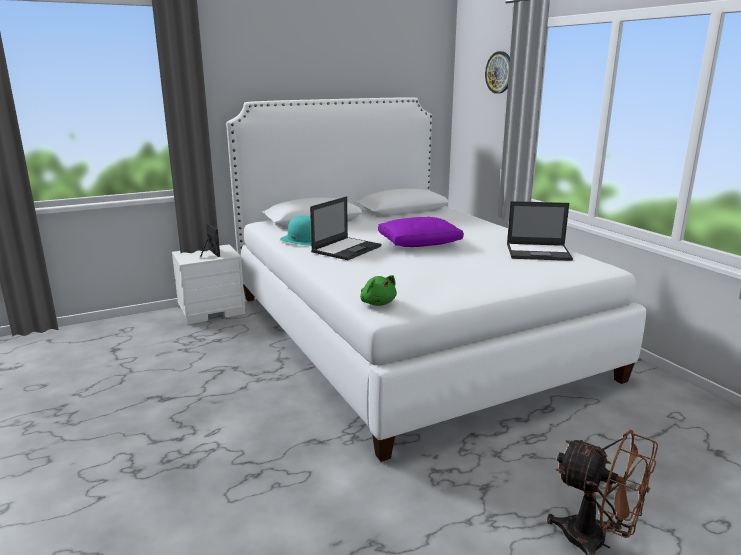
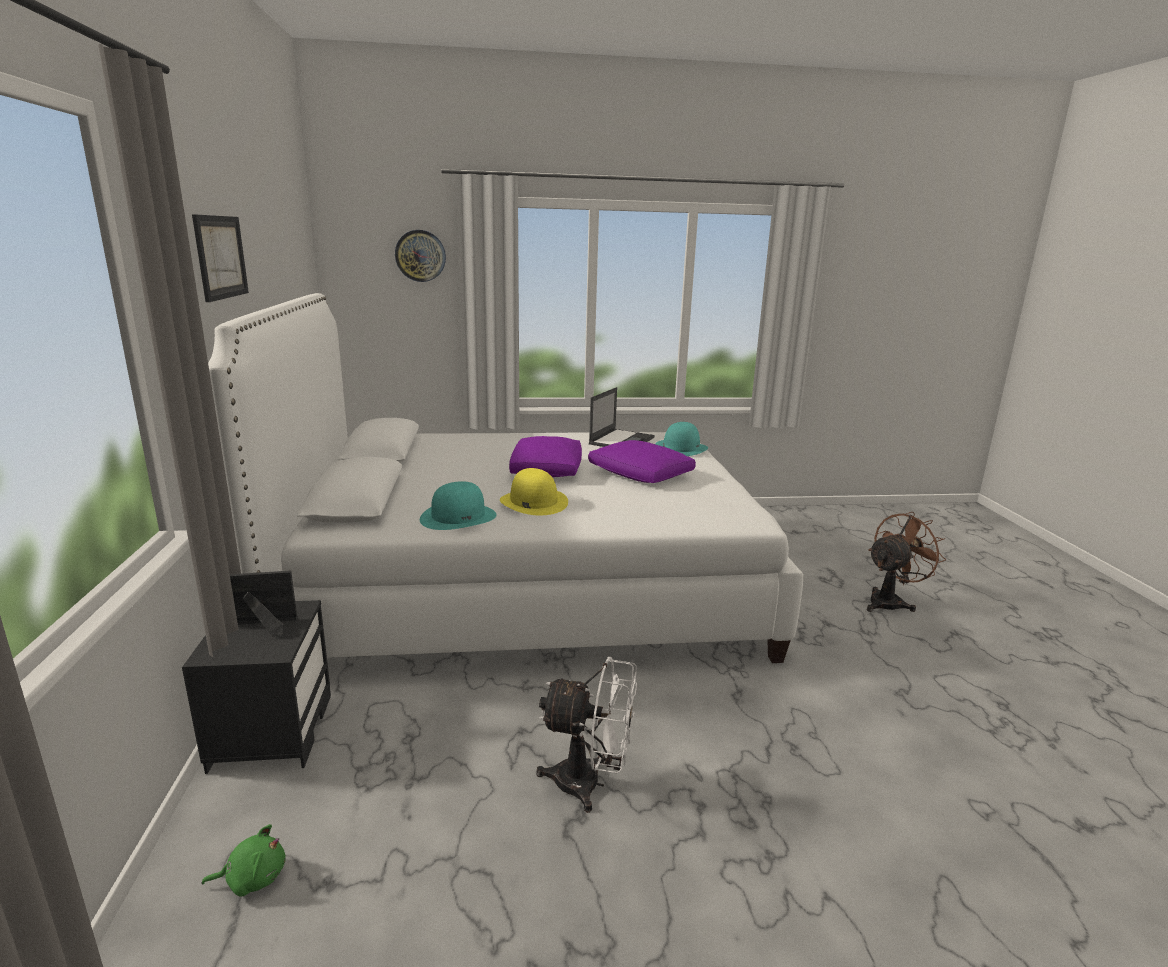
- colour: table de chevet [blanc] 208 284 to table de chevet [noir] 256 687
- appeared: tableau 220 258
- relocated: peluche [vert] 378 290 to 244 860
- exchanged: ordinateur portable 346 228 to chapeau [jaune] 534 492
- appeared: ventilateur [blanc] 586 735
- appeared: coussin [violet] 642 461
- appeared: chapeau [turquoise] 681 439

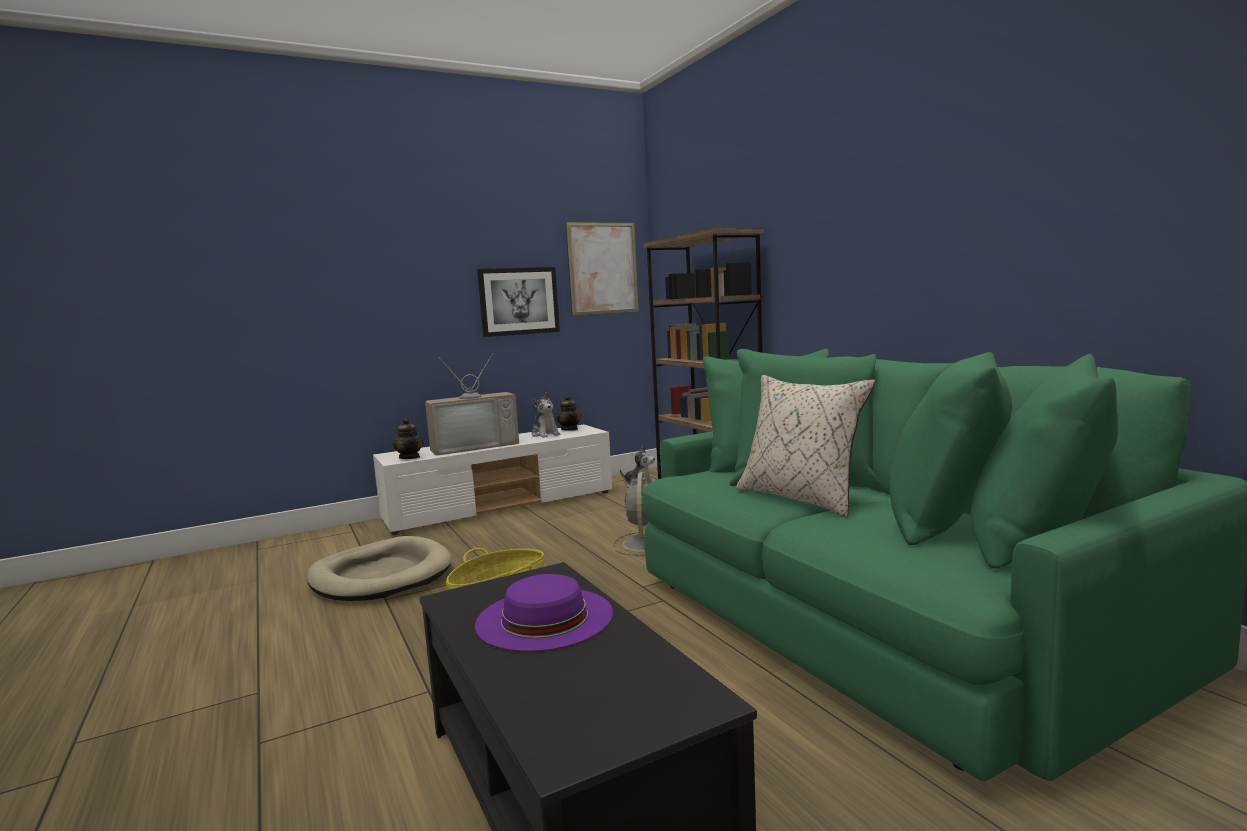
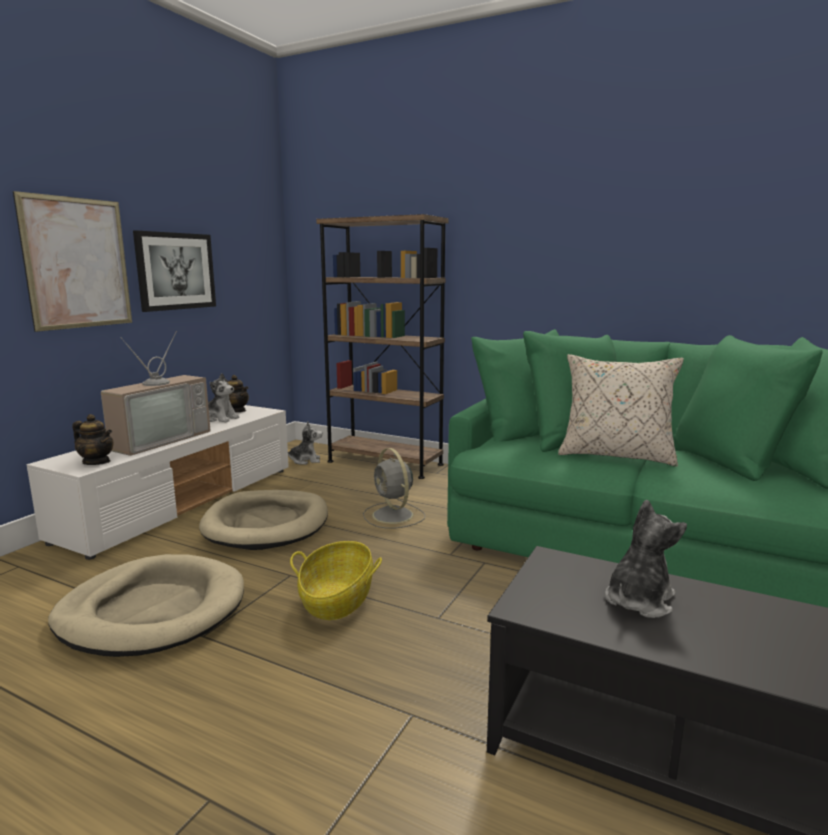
- relocated: tableau 602 269 to 72 261
- appeared: panier pour chien [beige] 263 520
- exchanged: chapeau [violet] 544 613 to peluche 646 558

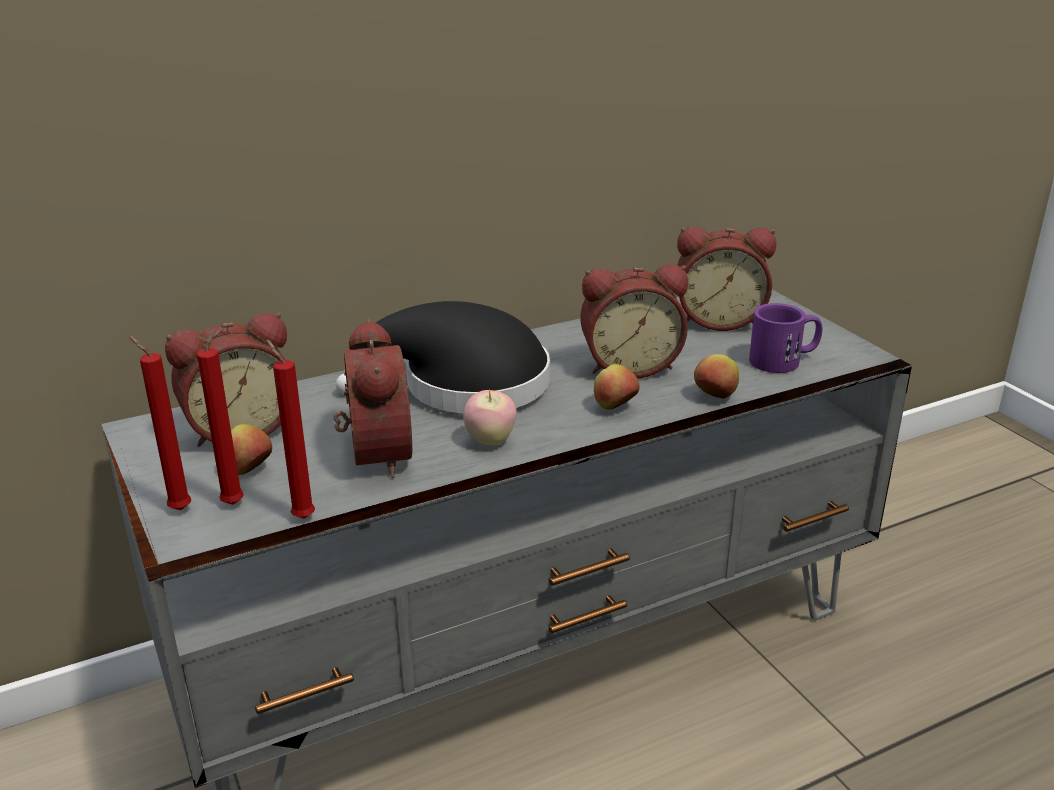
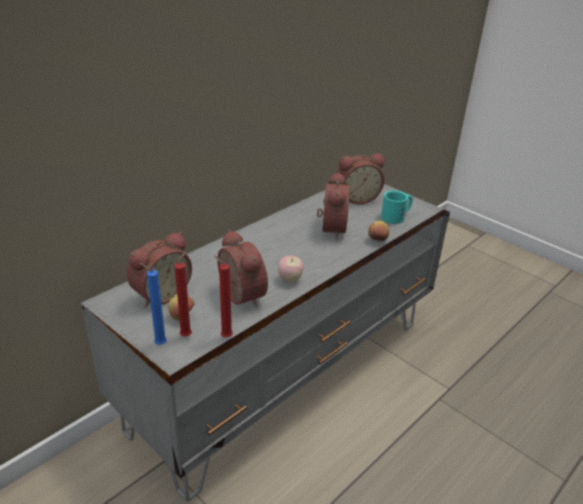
- colour: bougie [rouge] 159 422 to bougie [bleu] 153 304
- spun: réveil 634 321 = 333 206 60 degrees counterclockwise
- colour: mug [violet] 785 338 to mug [turquoise] 396 207
- missing: chapeau [noir] 443 357
- missing: pomme 617 386

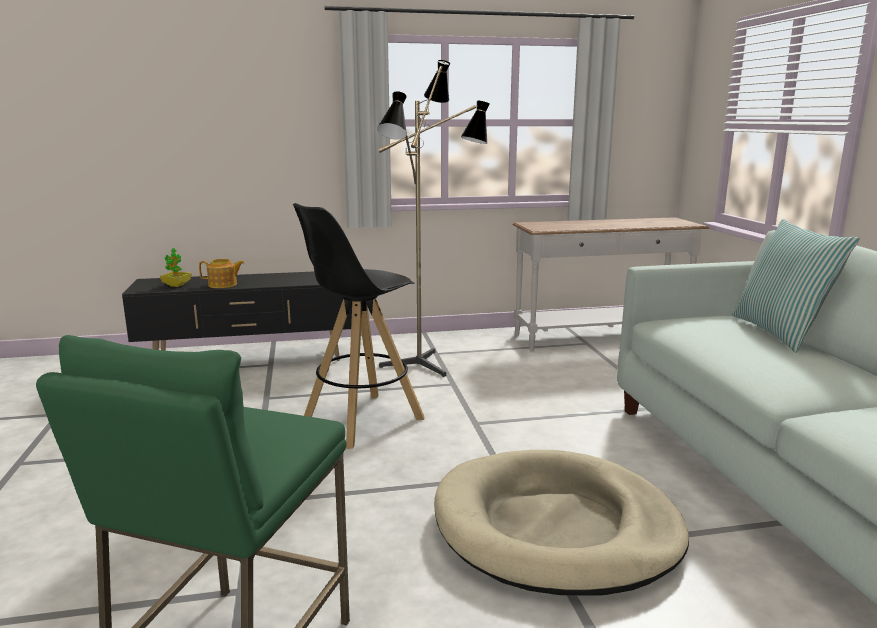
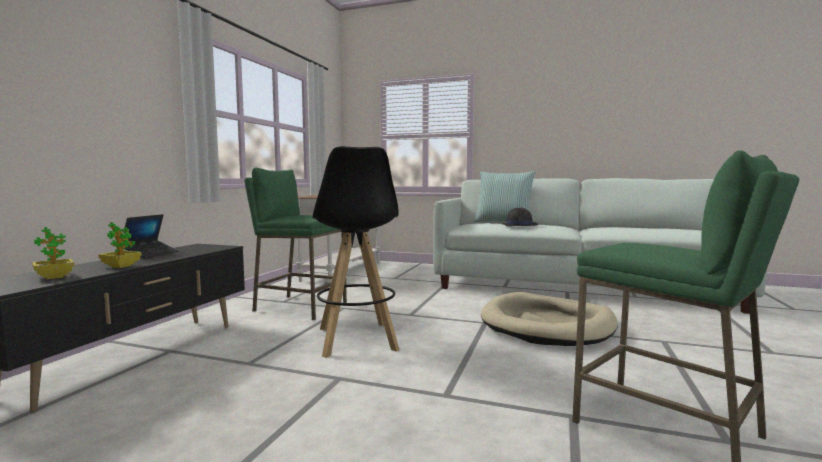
- exchanged: théière 221 273 to plante en pot 120 245
- appeared: ordinateur portable 152 236
- exchanged: lampadaire 433 218 to tabouret [vert] 295 244
- appeared: chapeau [noir] 520 217

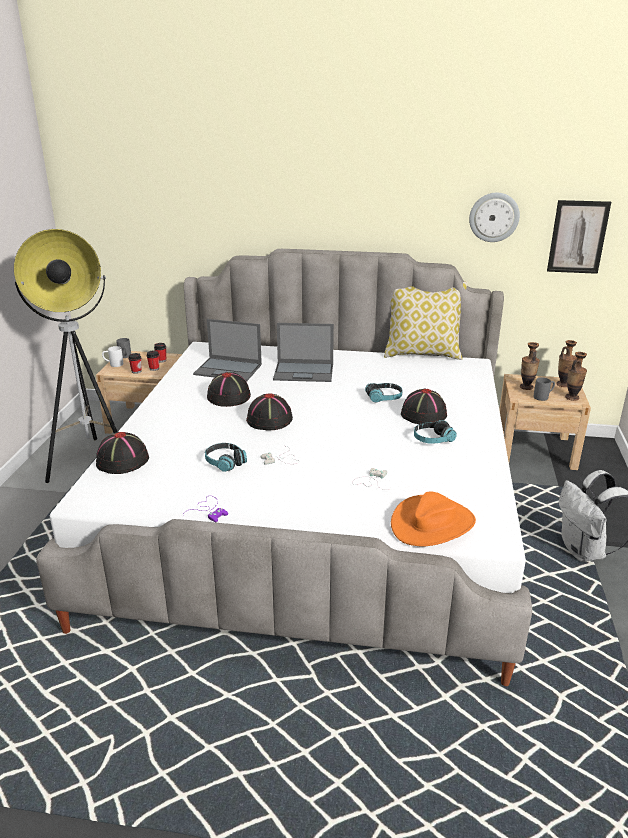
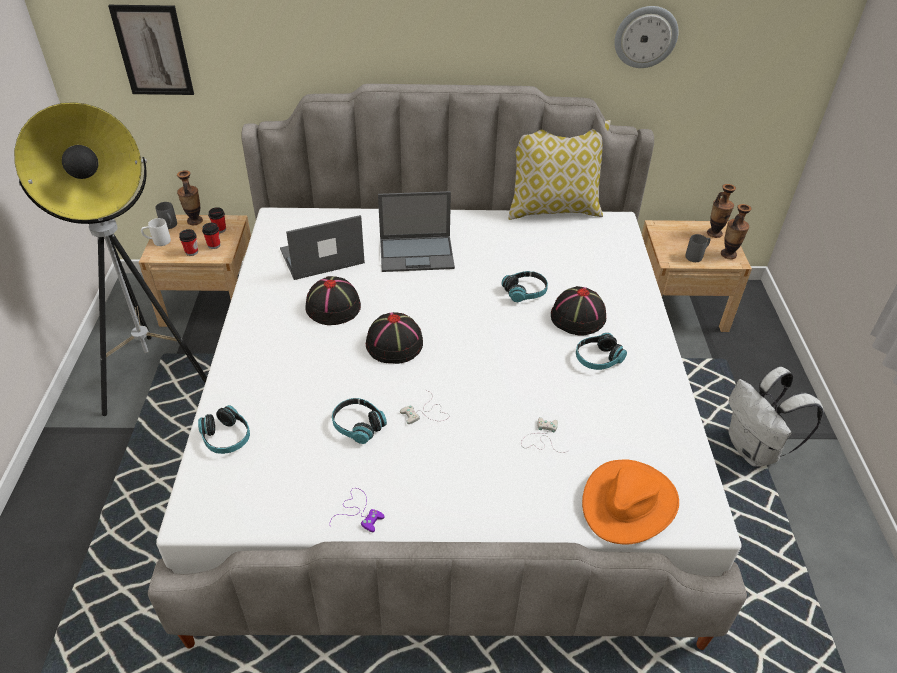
- relocated: tableau 579 237 to 151 50
- relocated: vase 530 366 to 190 197
- exchanged: chapeau [noir] 122 453 to casque audio 224 429
- spun: ordinateur portable 227 350 = 322 247 150 degrees clockwise

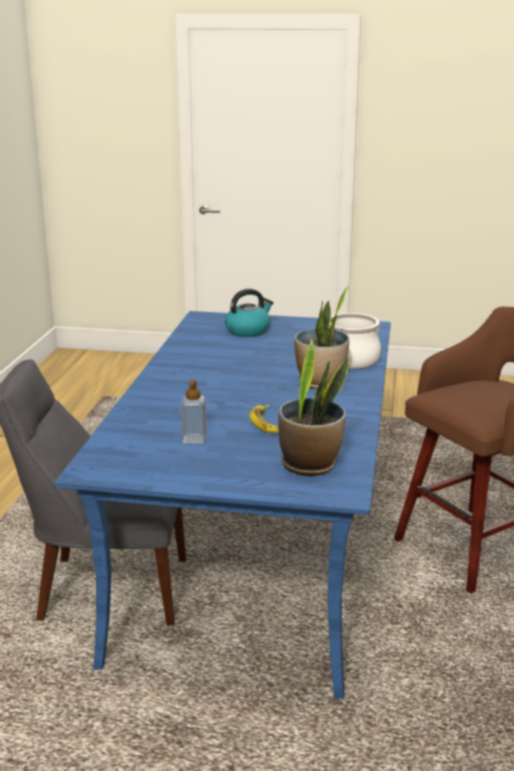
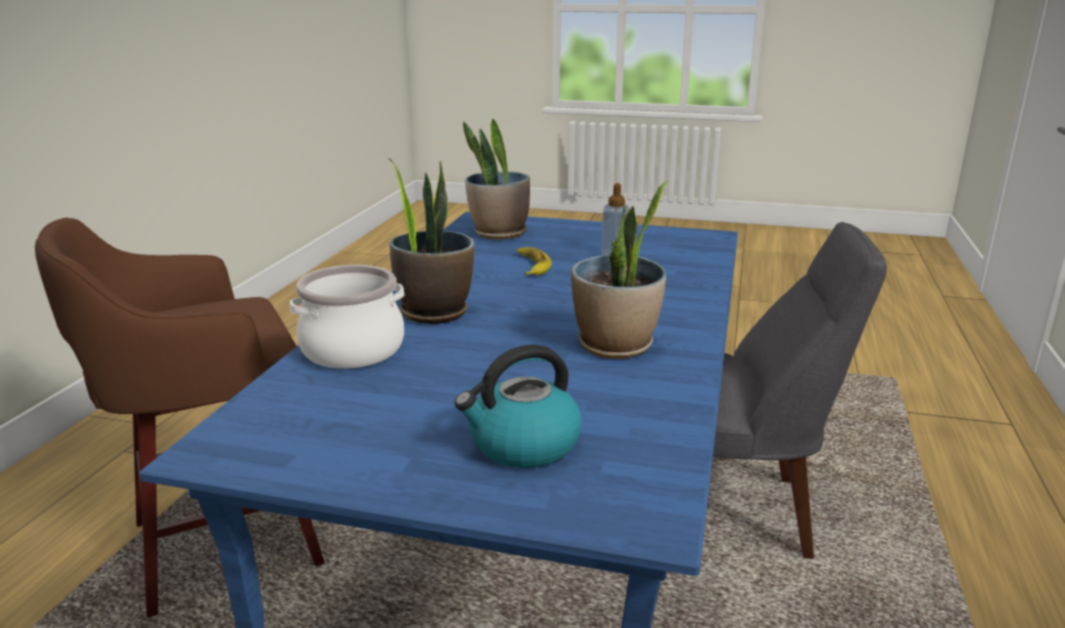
- appeared: plante en pot 620 269

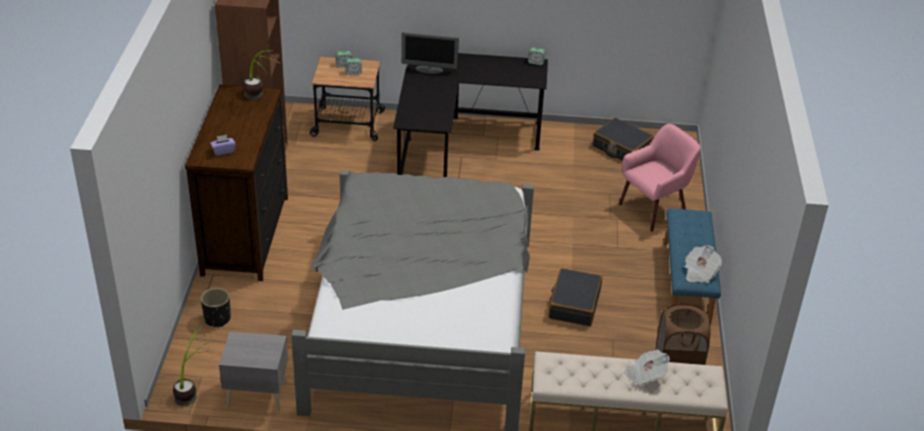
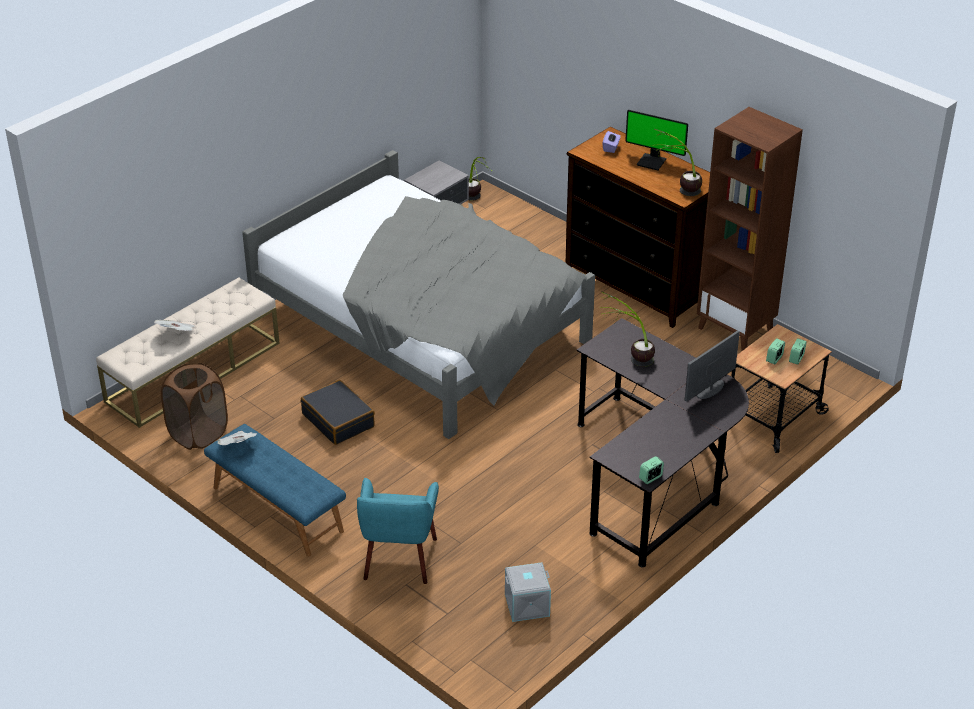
- colour: fauteuil [rose] 659 178 to fauteuil [turquoise] 398 531
- exchanged: valise [noir] 623 139 to boîte de rangement [gris] 528 592
- appeared: plante en pot 627 329
- appeared: écran d'ordinateur 656 140
- missing: cache-pot [noir] 216 307

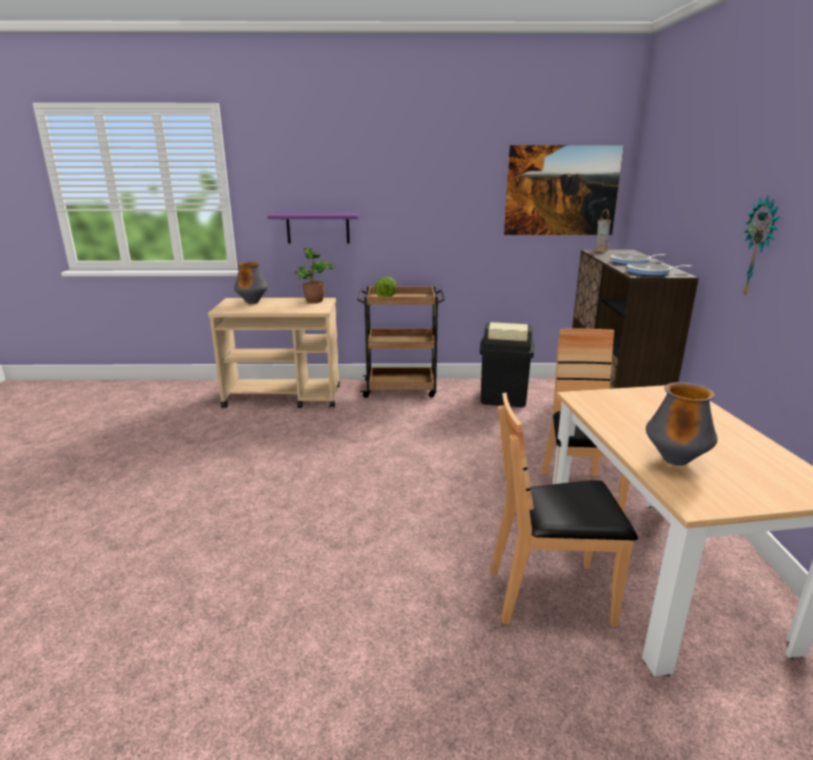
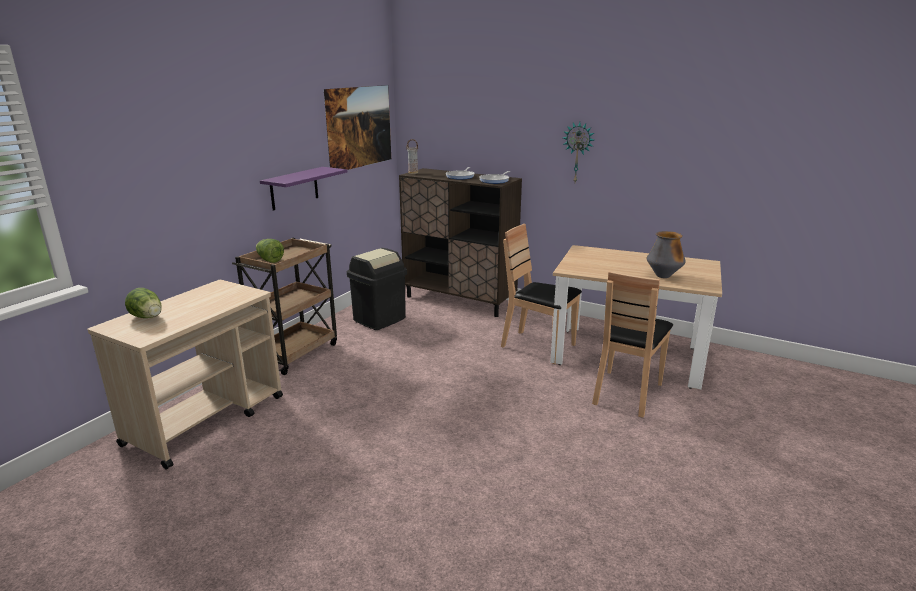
- exchanged: vase 251 283 to laitue 143 303
- relocated: étagère [violet] 313 228 to 303 189
- missing: plante en pot 315 275

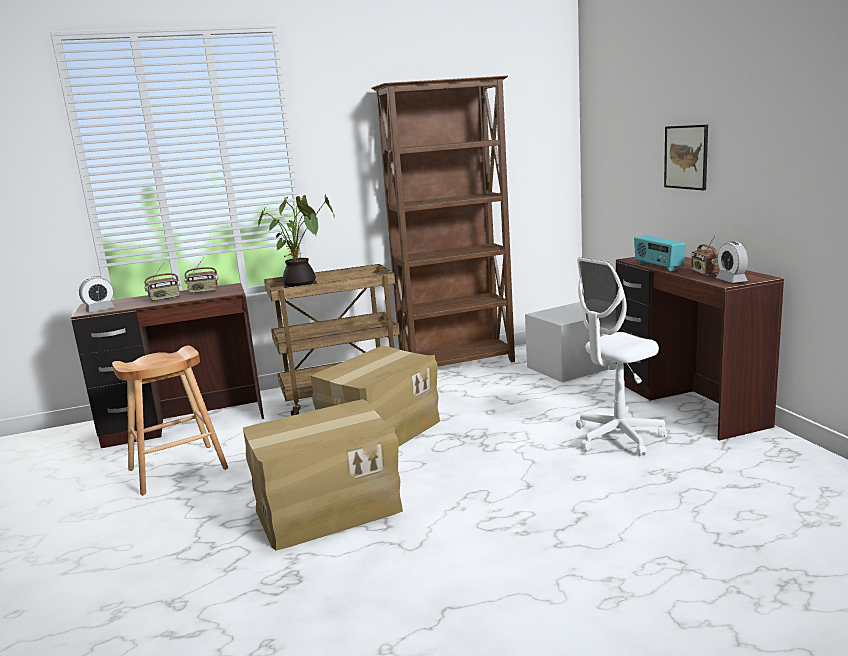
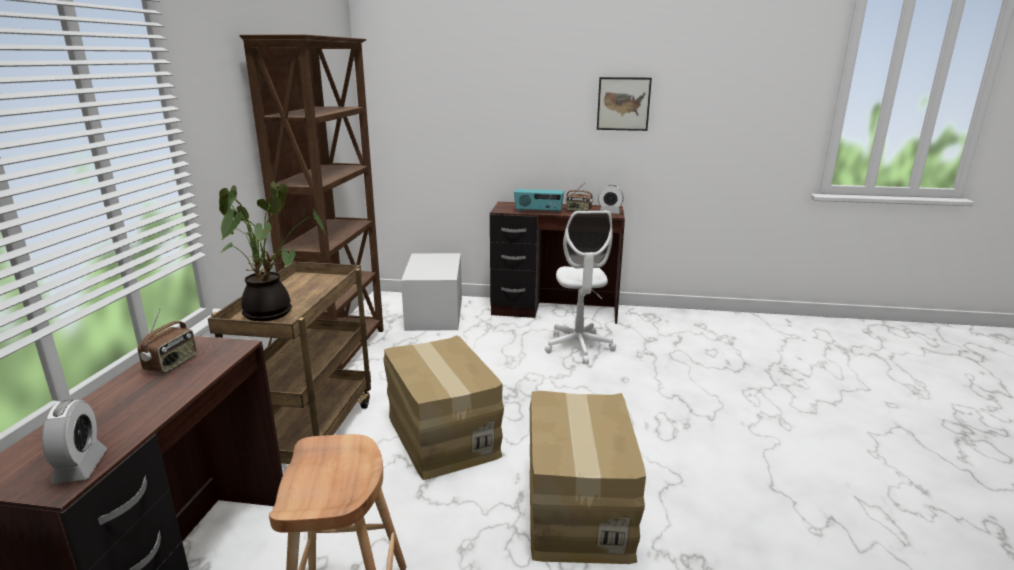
- relocated: tableau 686 157 to 624 104
- missing: radio 162 282

